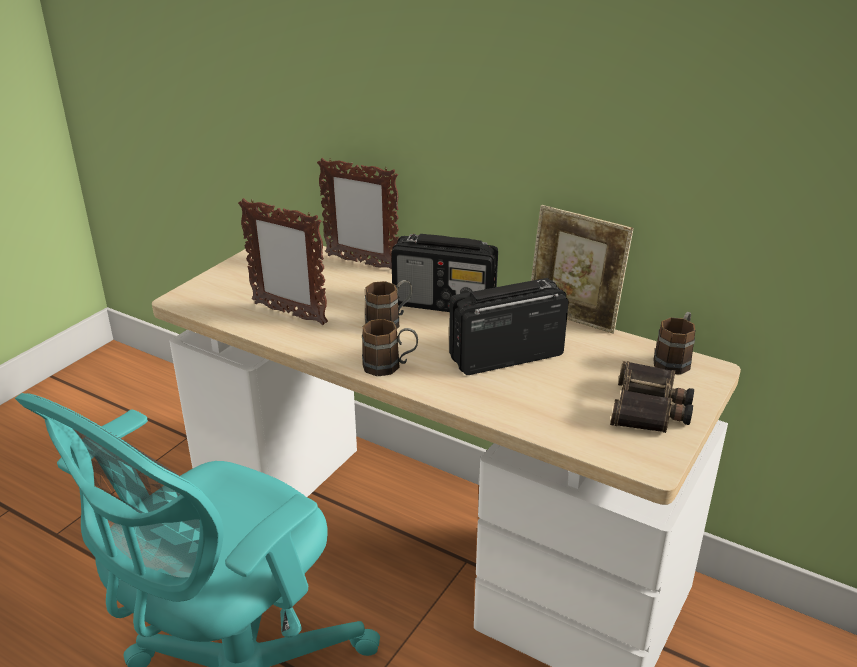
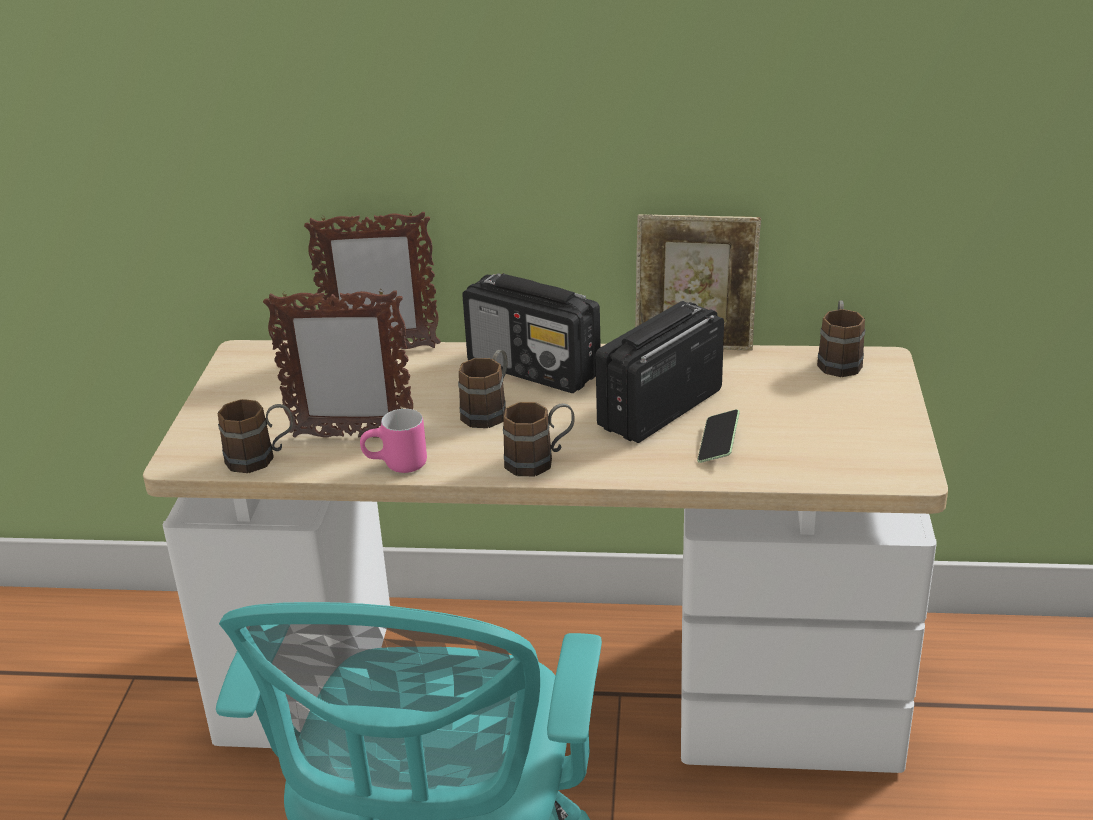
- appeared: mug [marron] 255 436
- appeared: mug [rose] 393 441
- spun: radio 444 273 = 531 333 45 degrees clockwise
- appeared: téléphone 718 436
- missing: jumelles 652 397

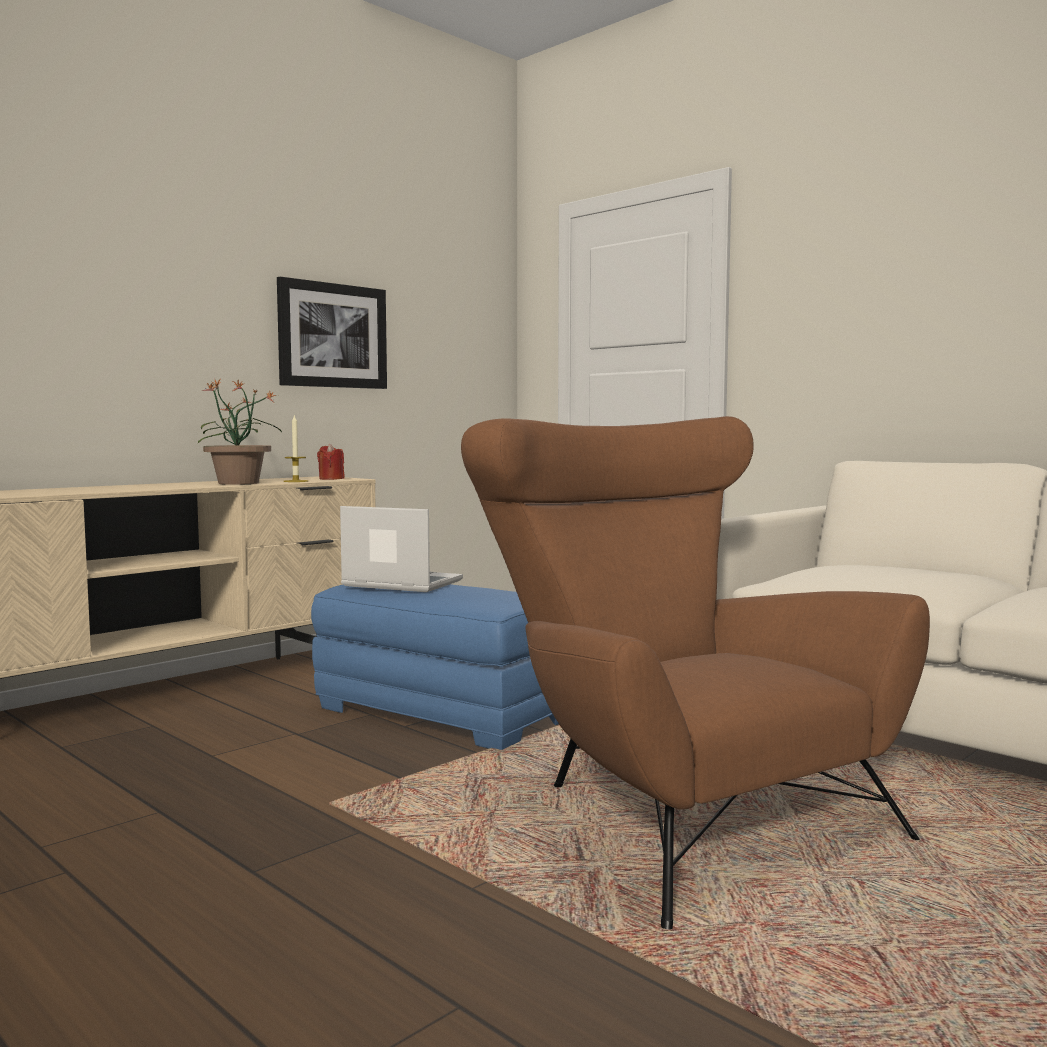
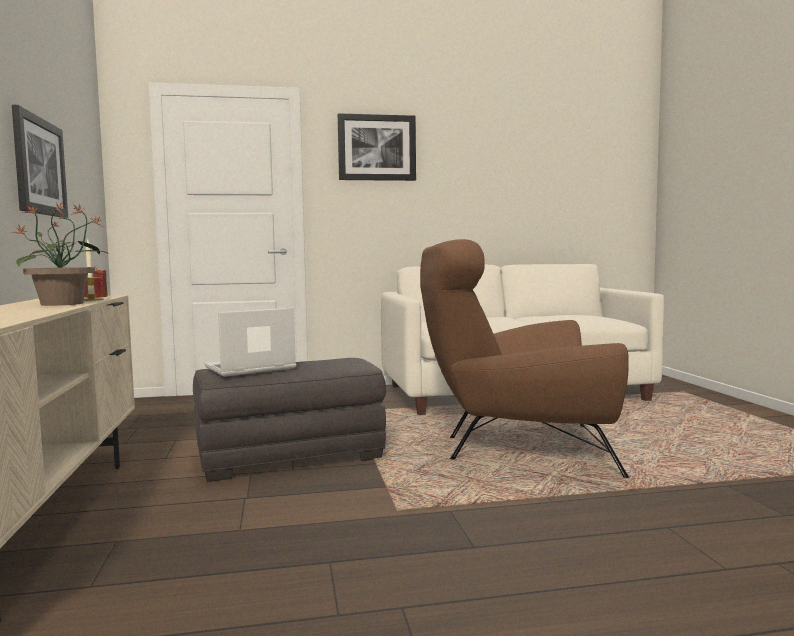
- colour: pouf [bleu] 435 667 to pouf [gris] 289 420
- appeared: tableau 377 147

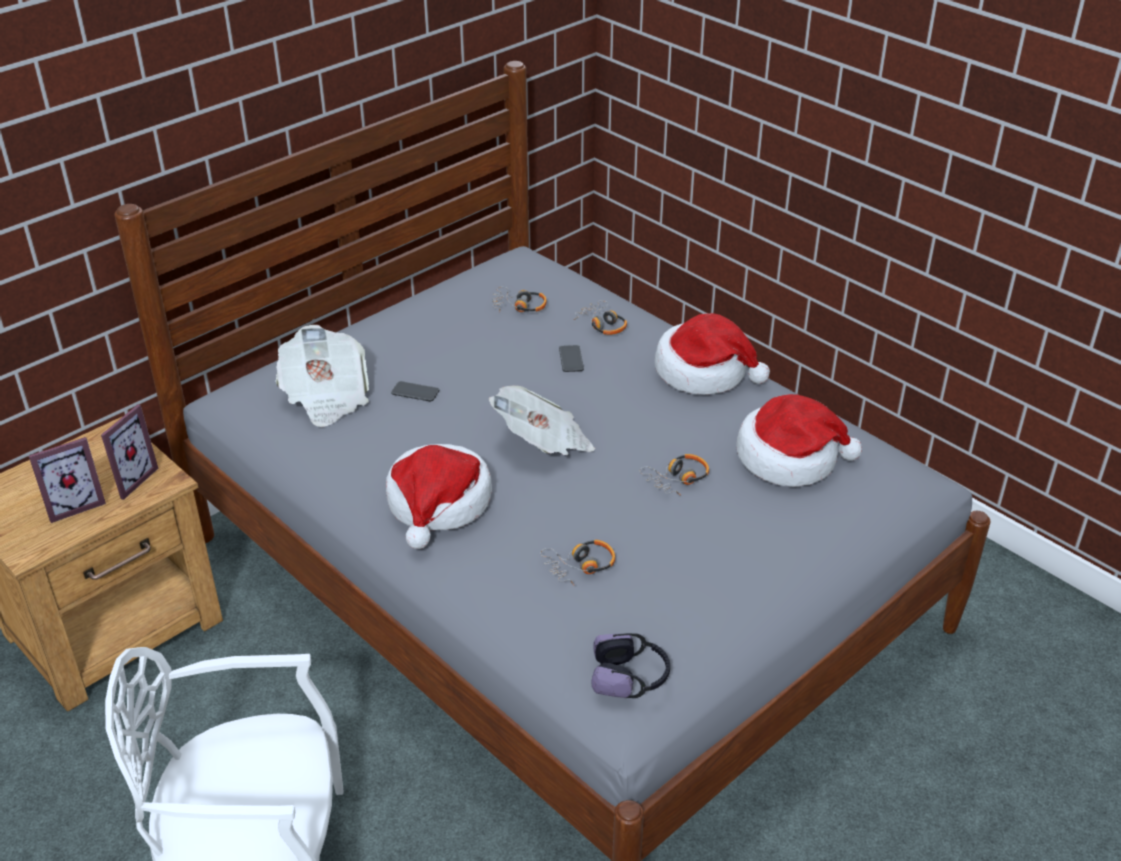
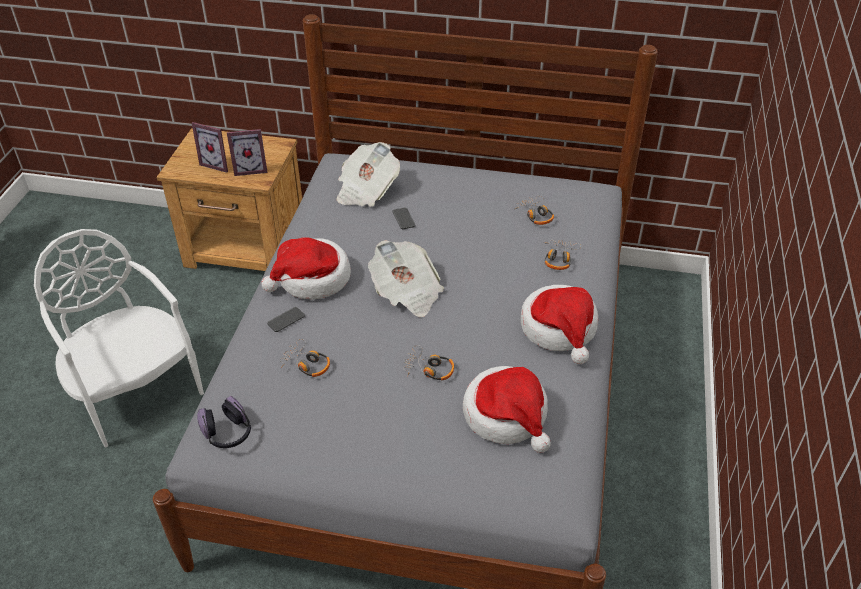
- relocated: téléphone 571 358 to 286 319

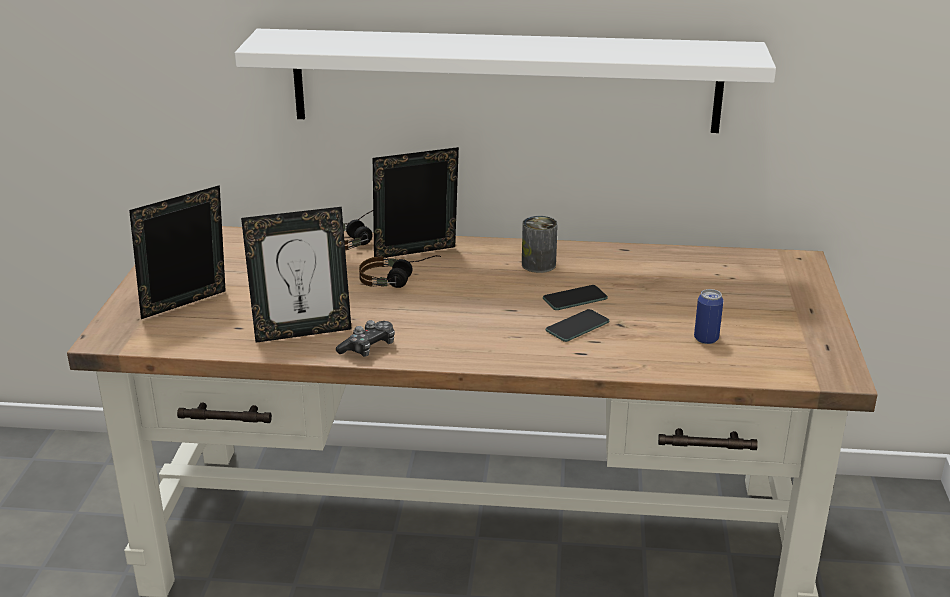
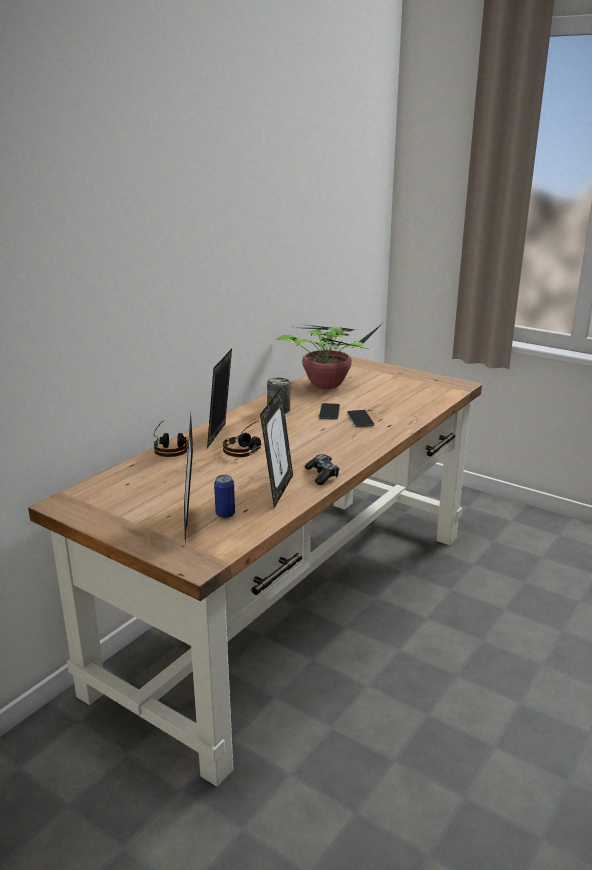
- relocated: boîte métallique 708 316 to 224 496
- appeared: plante en pot 329 356
- missing: étagère [blanc] 505 81

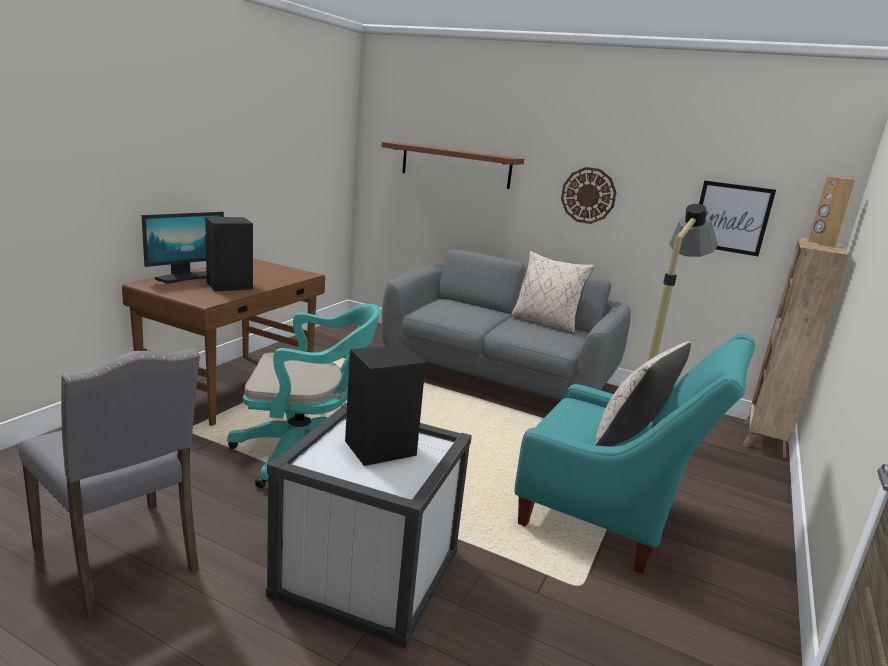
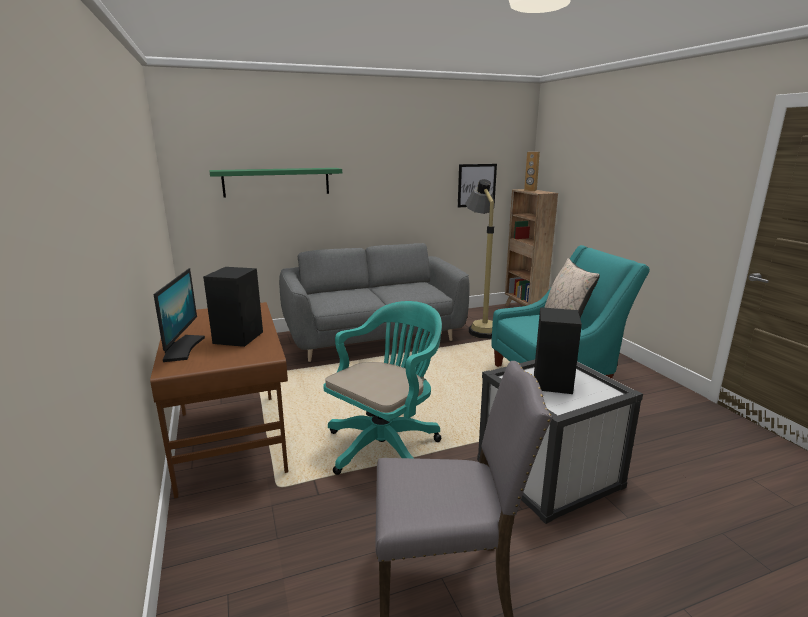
- colour: étagère [marron] 452 165 to étagère [vert] 276 182
- missing: coussin [beige] 552 292
- missing: horloge murale 589 195

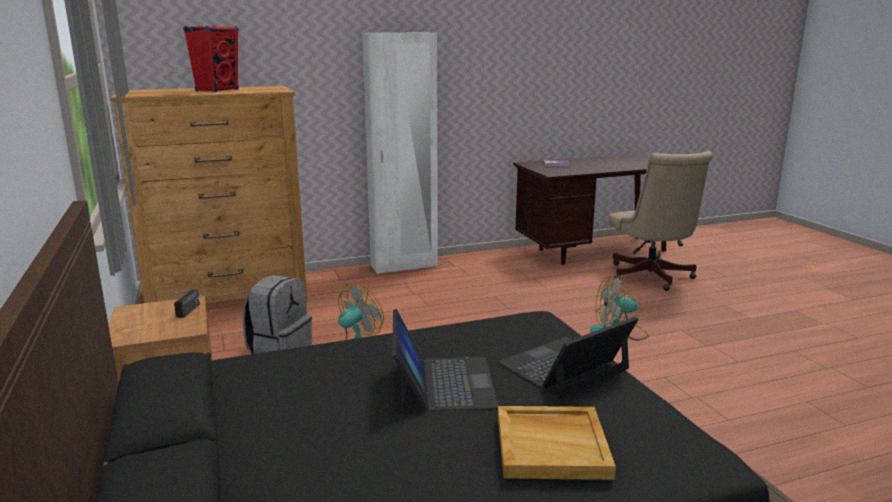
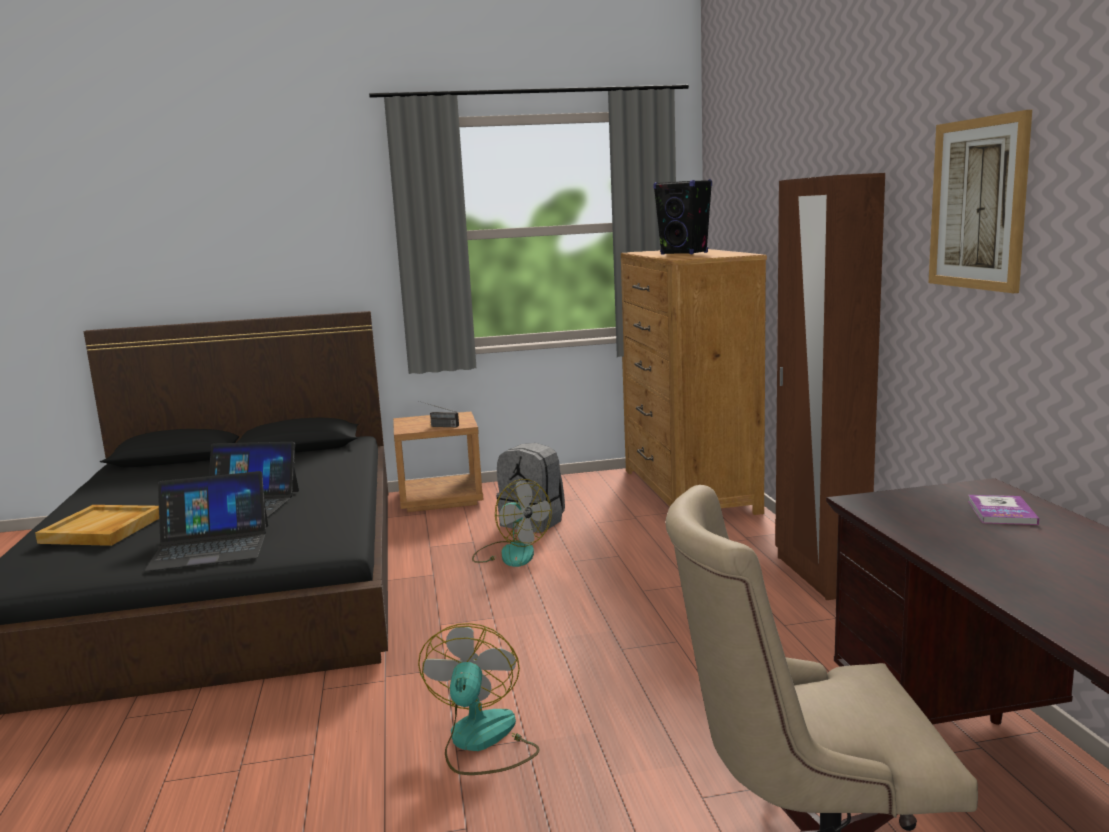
- spun: ordinateur portable 568 357 = 206 521 105 degrees clockwise
- colour: enceinte [rouge] 211 59 to enceinte [noir] 682 217
- colour: armoire [blanc] 400 153 to armoire [marron] 830 386
- appeared: tableau 980 201

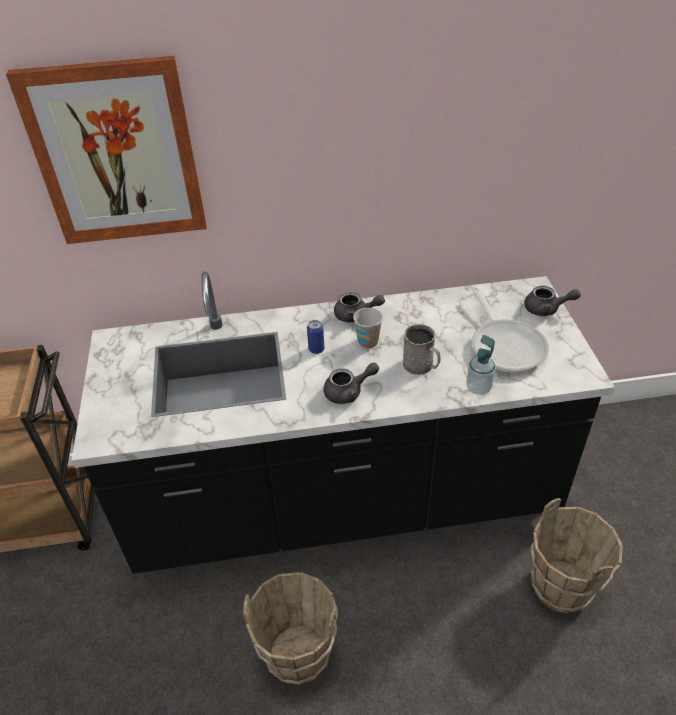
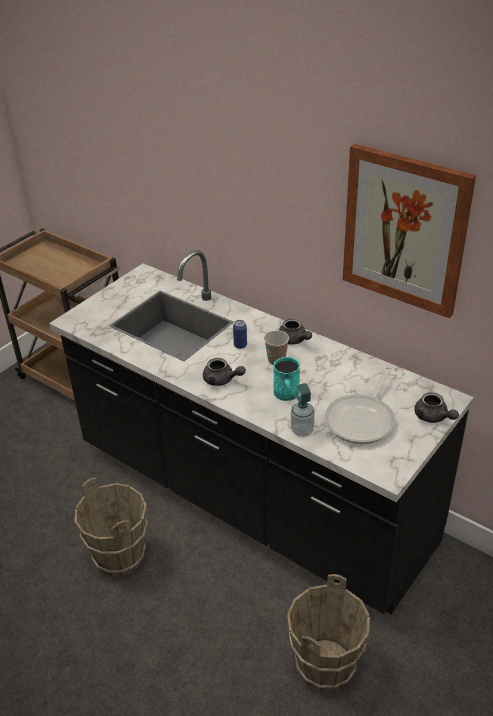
- colour: mug [gris] 422 349 to mug [turquoise] 286 379
- relocated: tableau 106 150 to 409 231

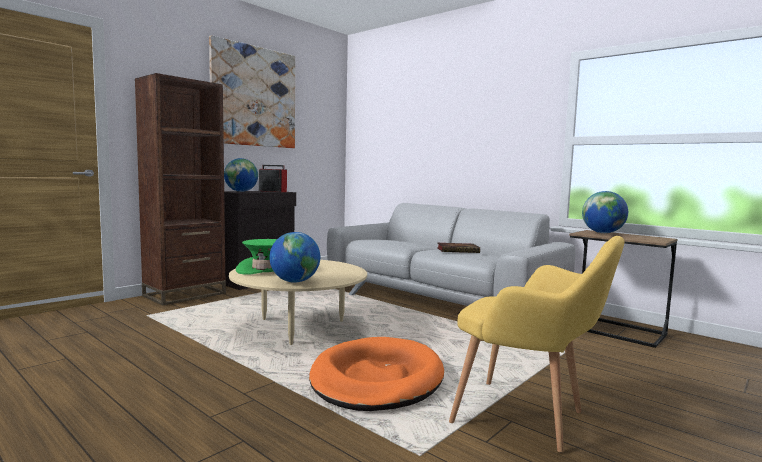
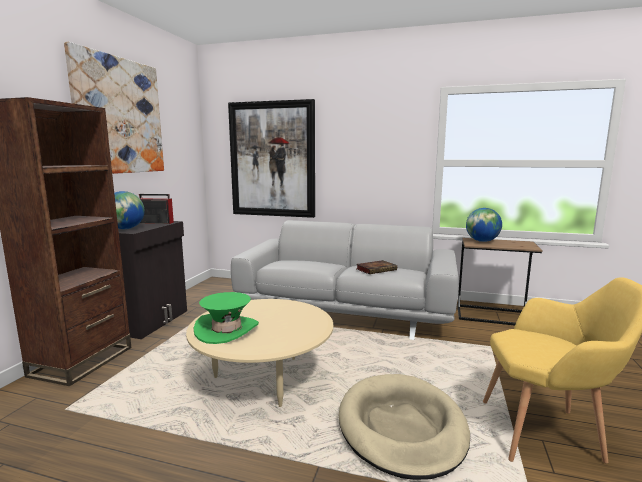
- appeared: tableau 271 158
- colour: panier pour chien [orange] 376 374 to panier pour chien [beige] 404 427
- missing: globe 294 257

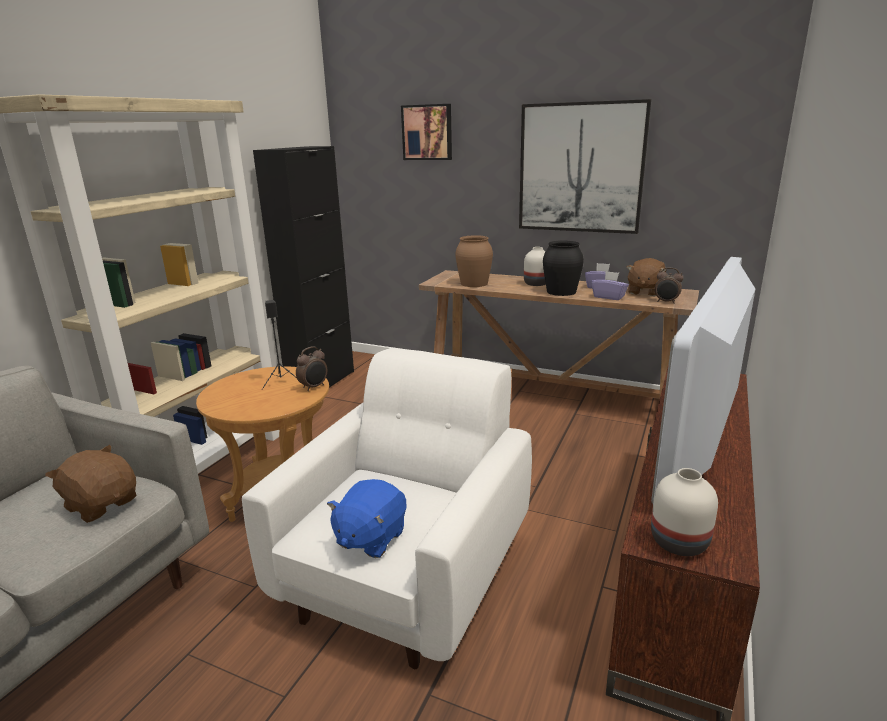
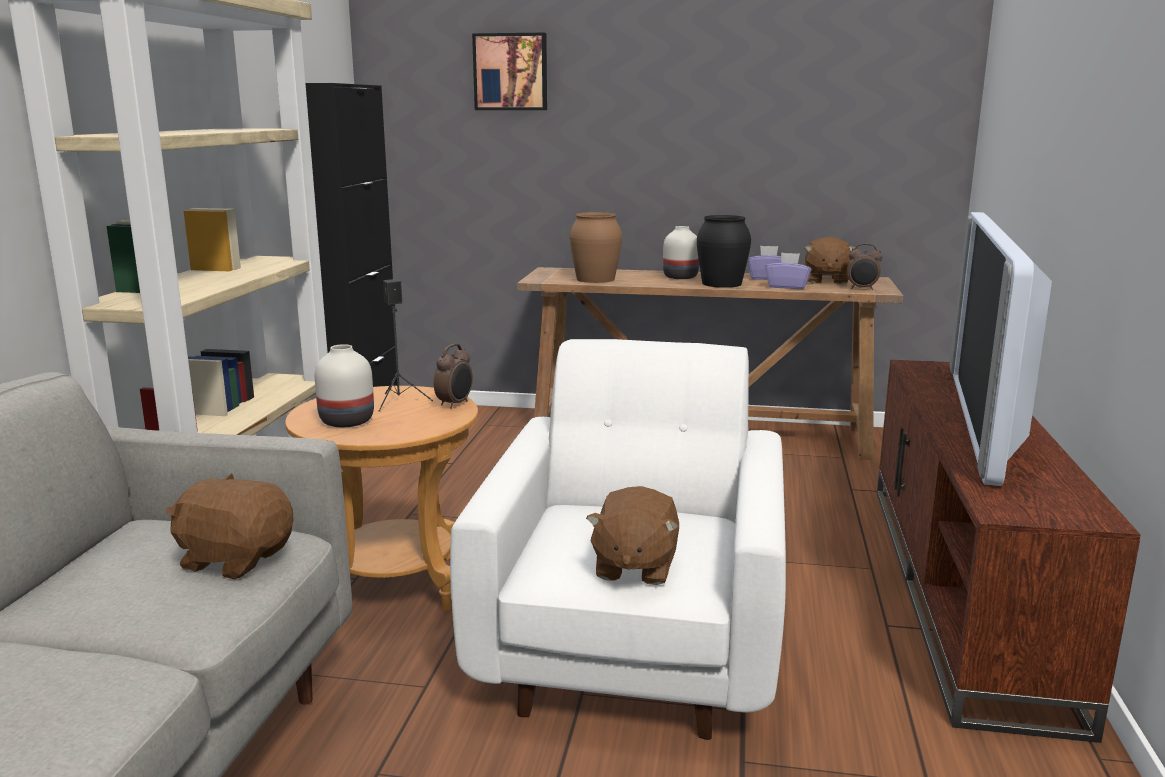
- relocated: vase [blanc] 684 512 to 344 385
- colour: peluche [bleu] 366 518 to peluche [marron] 632 535
- missing: tableau 585 166

